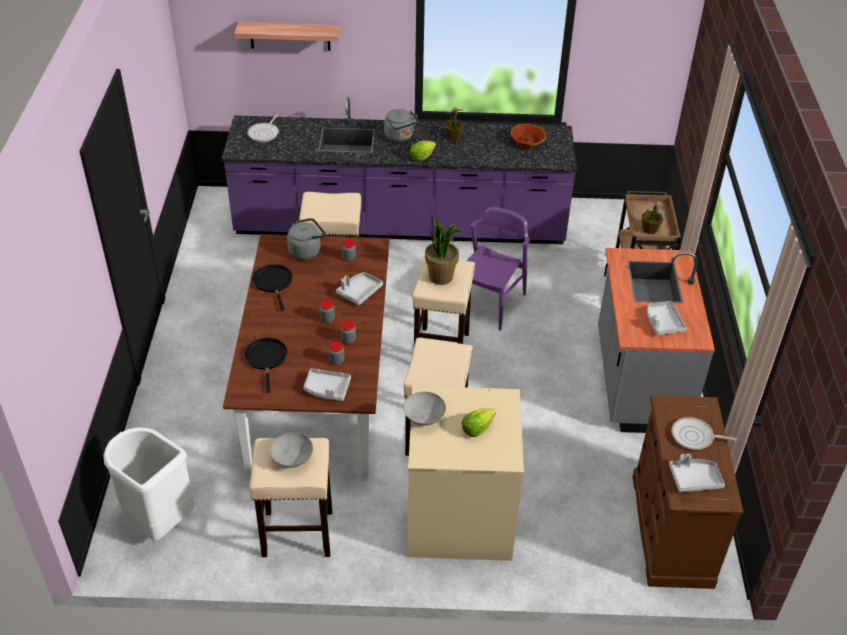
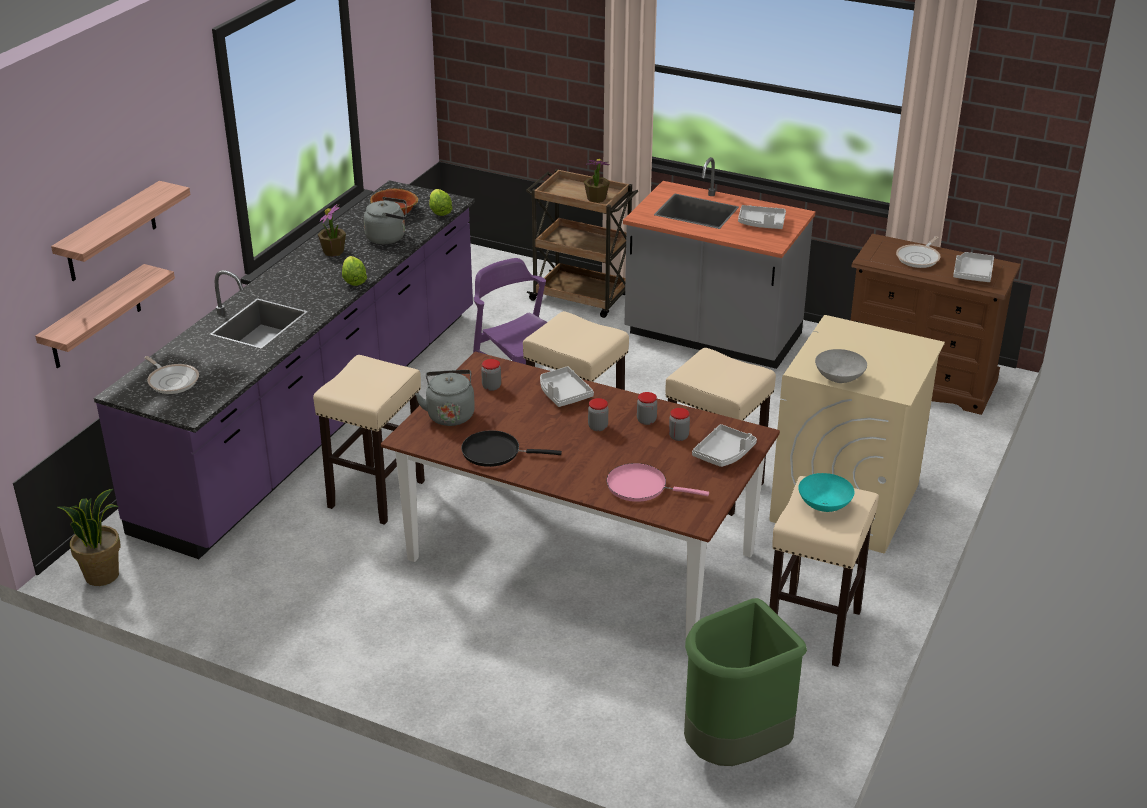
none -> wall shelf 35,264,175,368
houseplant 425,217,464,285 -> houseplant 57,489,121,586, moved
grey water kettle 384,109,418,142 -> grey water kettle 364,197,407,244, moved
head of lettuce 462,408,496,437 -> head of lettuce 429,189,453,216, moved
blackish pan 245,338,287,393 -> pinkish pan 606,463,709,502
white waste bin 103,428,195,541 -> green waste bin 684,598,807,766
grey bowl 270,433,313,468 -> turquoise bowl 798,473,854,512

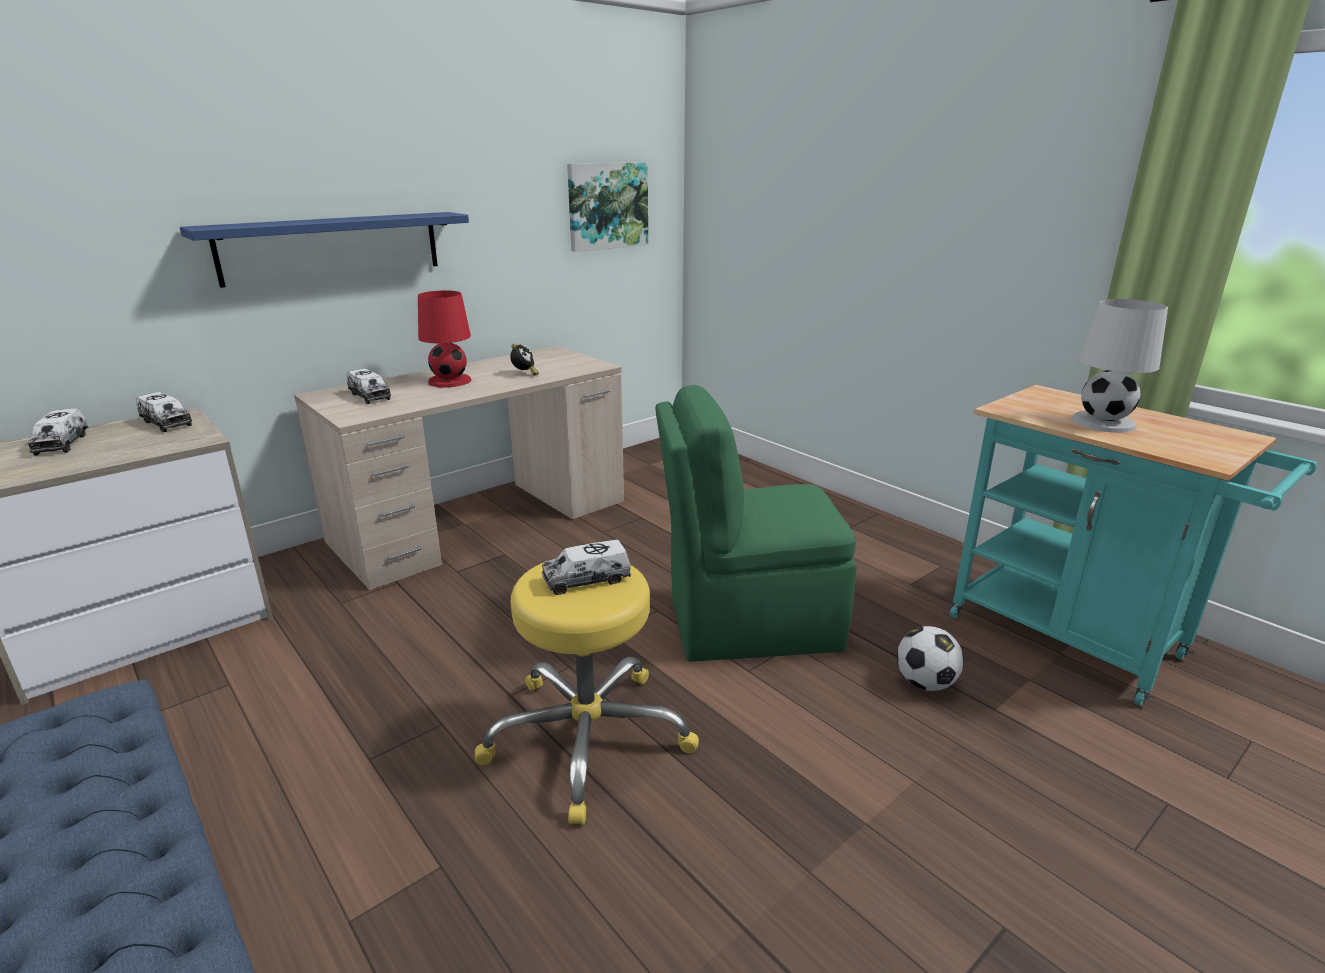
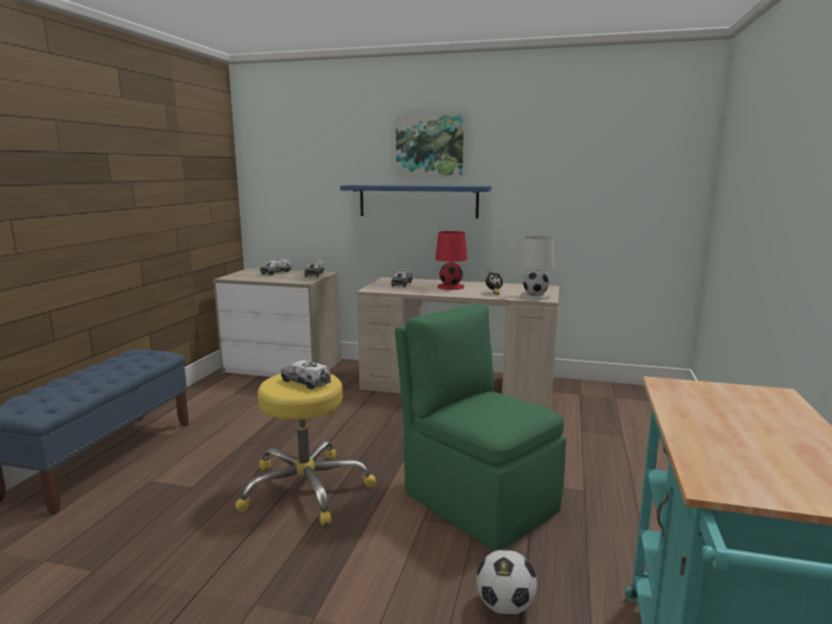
picture 567,162,648,252 -> picture 396,115,464,176, moved
white lamp for a table 1071,299,1168,433 -> white lamp for a table 519,236,555,300, moved

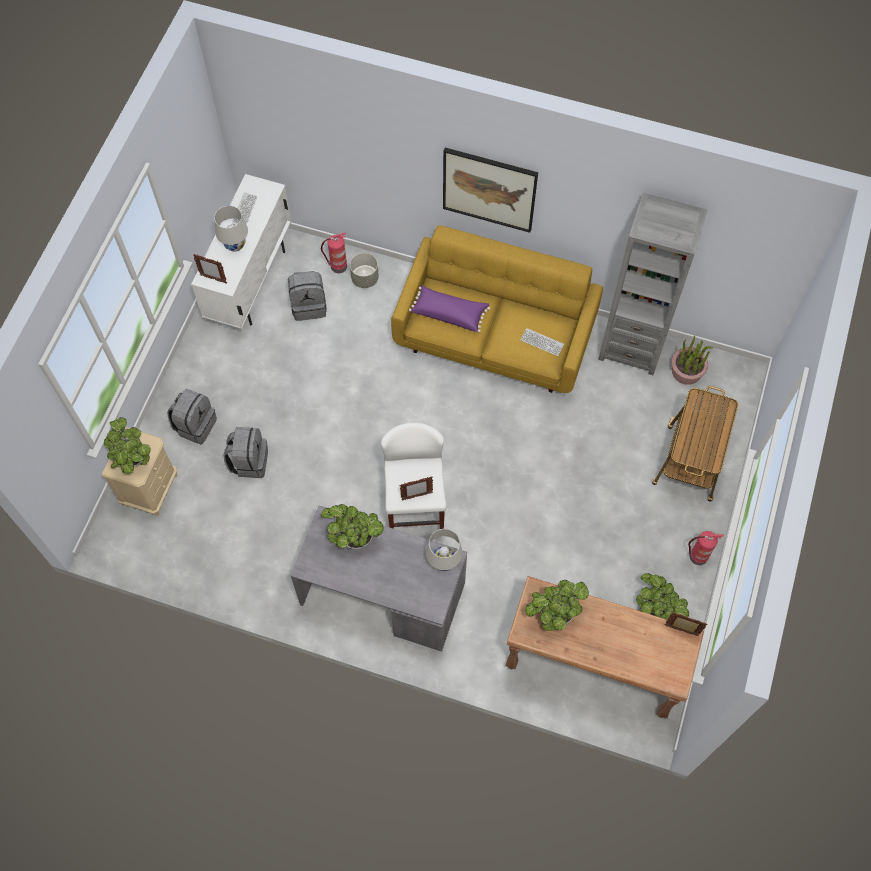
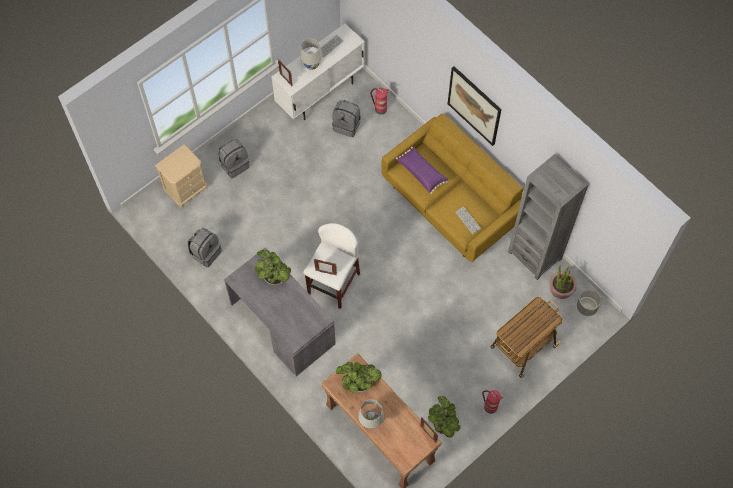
grey rucksack 224,427,268,478 -> grey rucksack 188,228,222,267, moved
white lamp for a table 426,529,462,571 -> white lamp for a table 358,399,384,429, moved
grey flower pot 350,253,379,288 -> grey flower pot 577,290,601,316, moved
houseplant 104,417,150,474 -> none

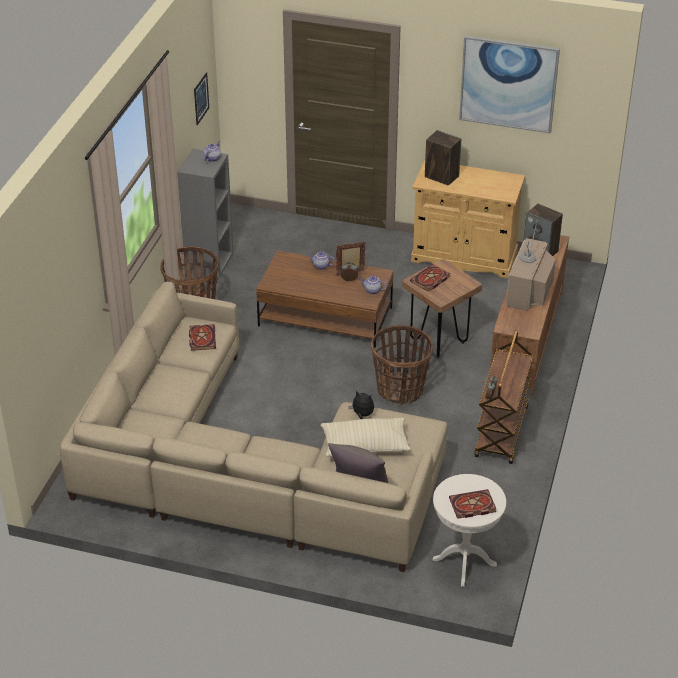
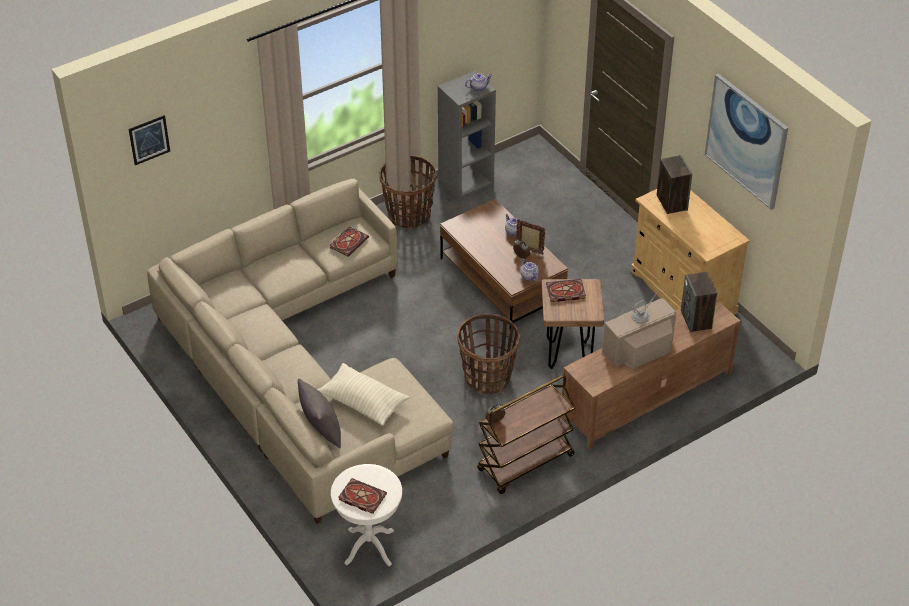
picture 194,72,209,125 -> picture 129,115,170,165, moved
plush toy 349,390,374,419 -> none

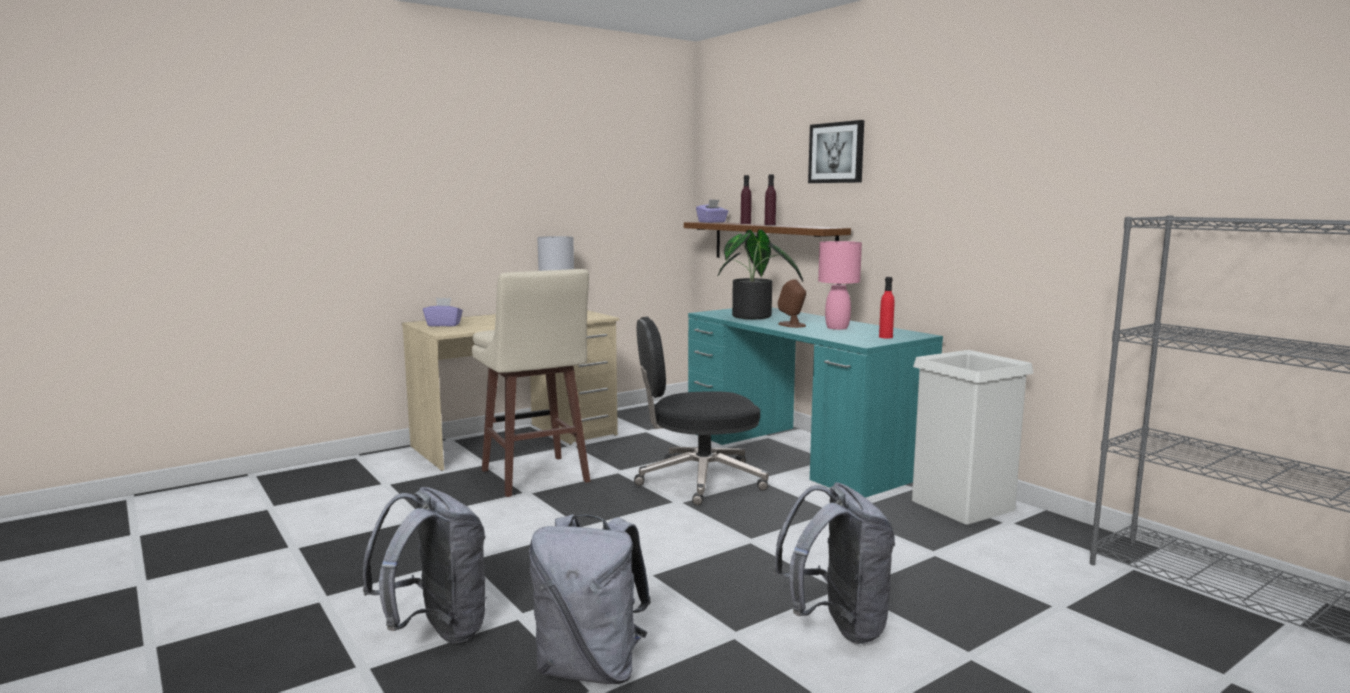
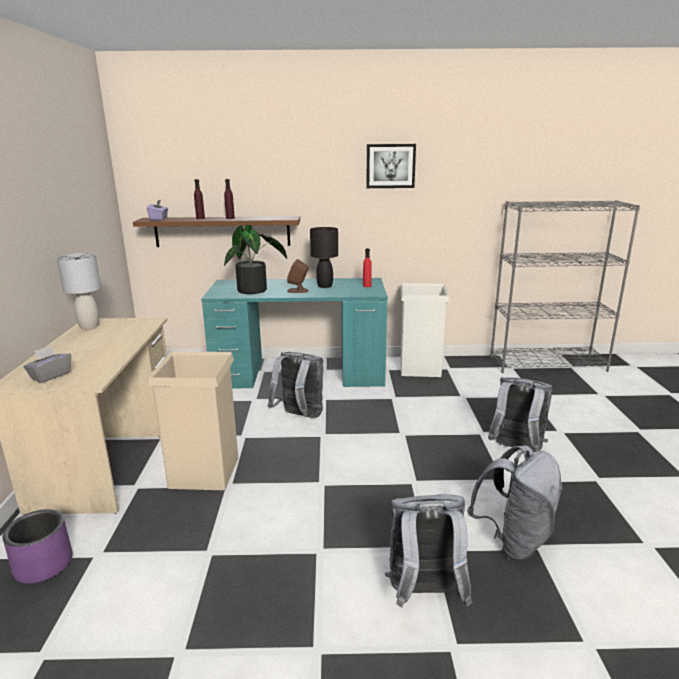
none -> purple flower pot 2,509,72,584
purple tissue box 423,298,463,327 -> grey tissue box 24,346,71,383
beige stool 472,269,591,497 -> beige waste bin 147,351,238,490
blackish computer chair 634,317,769,506 -> grey rucksack 268,352,323,418
pinkish lamp for a table 818,241,862,330 -> blackish lamp for a table 310,227,338,288
picture 808,120,864,183 -> picture 366,144,416,188, moved

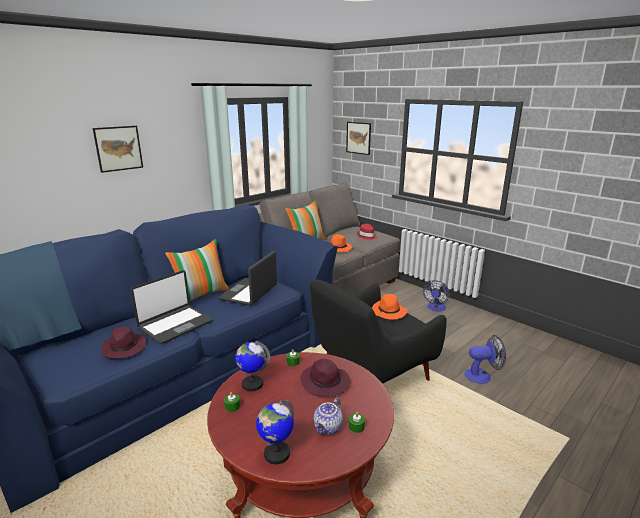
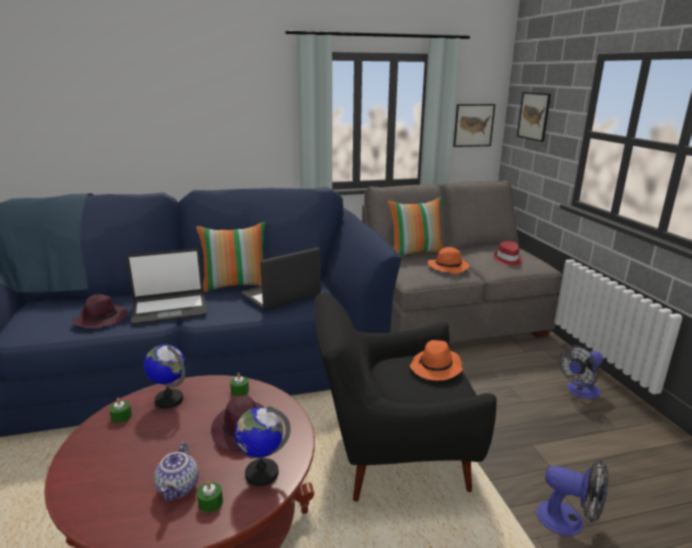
tea pot 314,397,343,435 -> tea pot 154,442,199,501, 60 degrees counterclockwise
desk globe 256,400,294,465 -> desk globe 235,406,291,486, moved
picture 93,126,143,173 -> picture 453,104,495,147, moved

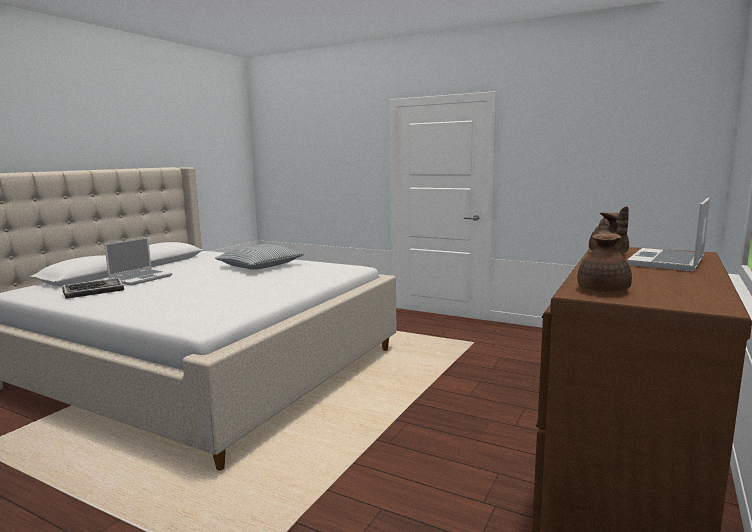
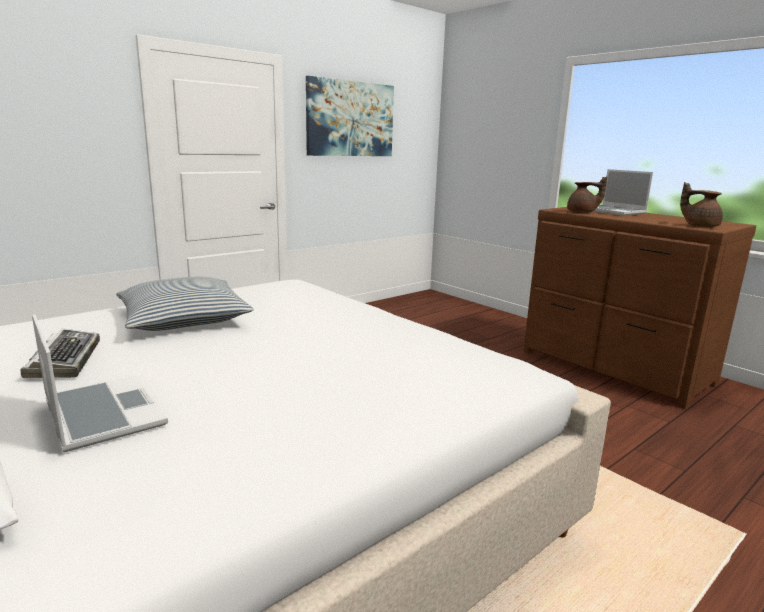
PC keyboard 62,278,124,299 -> PC keyboard 20,328,100,378, moved
none -> picture 306,76,394,156

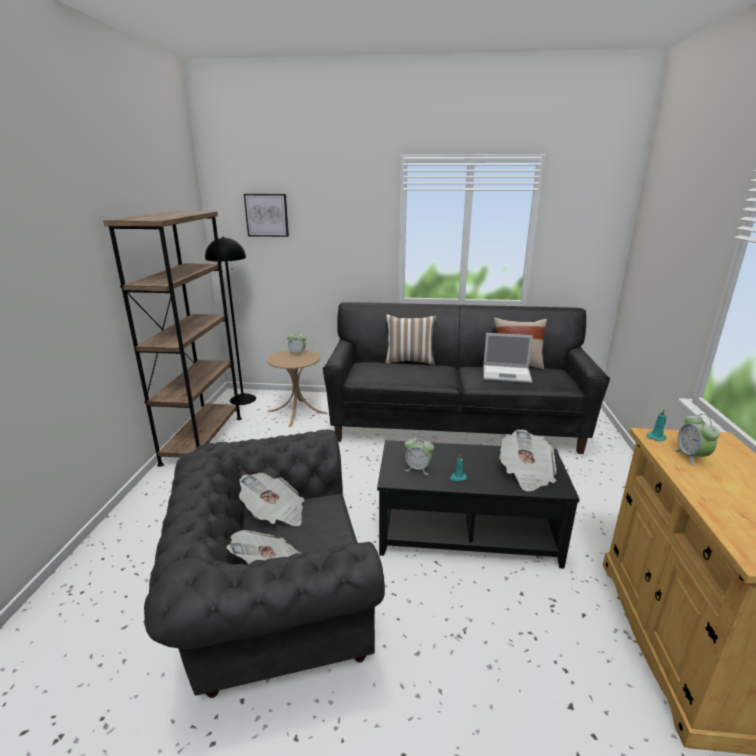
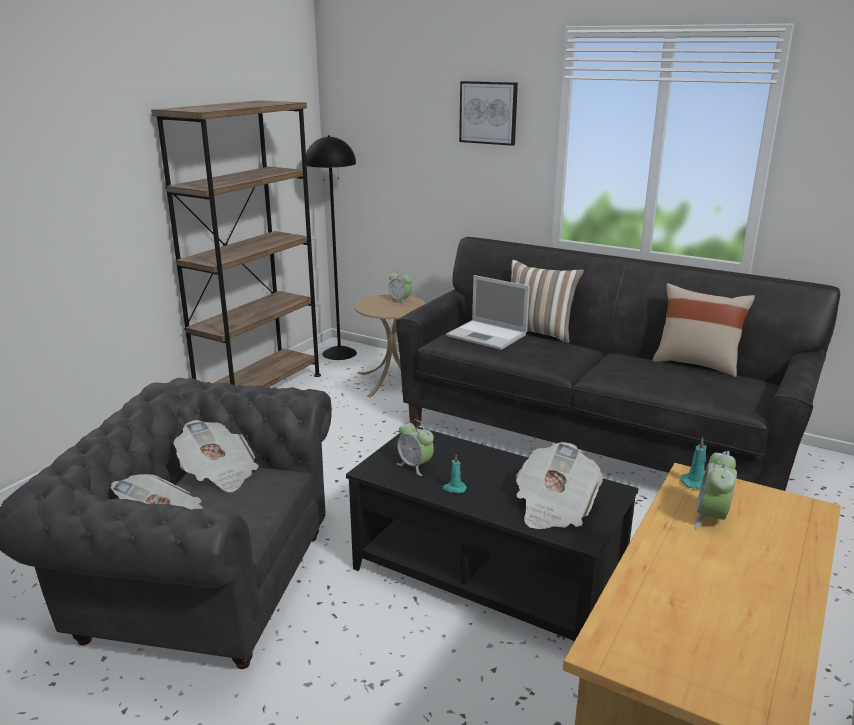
notebook computer 483,333,533,383 -> notebook computer 446,275,530,350, moved
picture 244,194,289,237 -> picture 459,81,518,146, moved

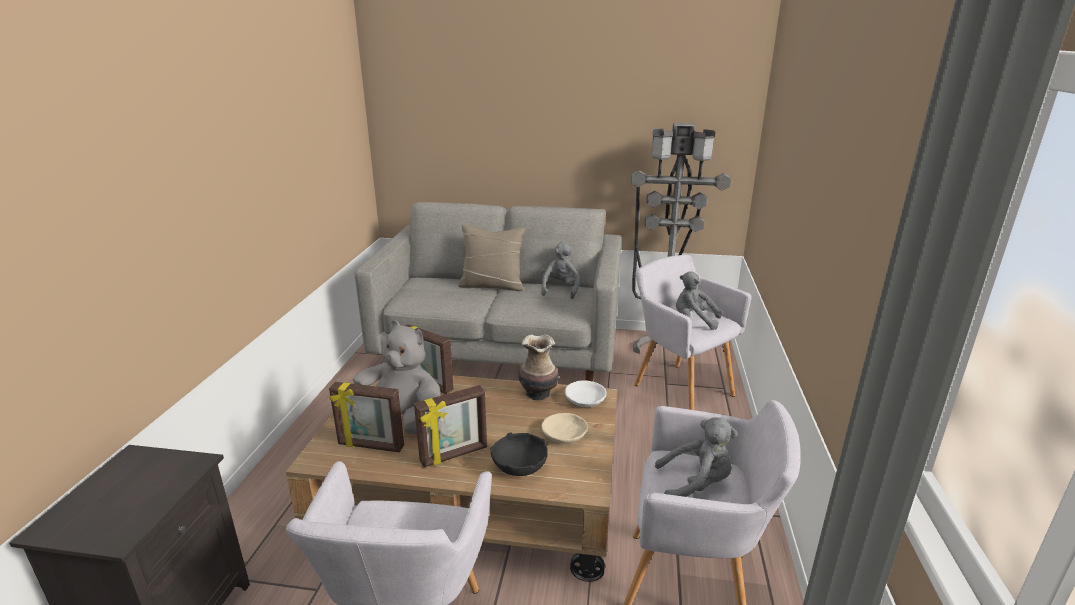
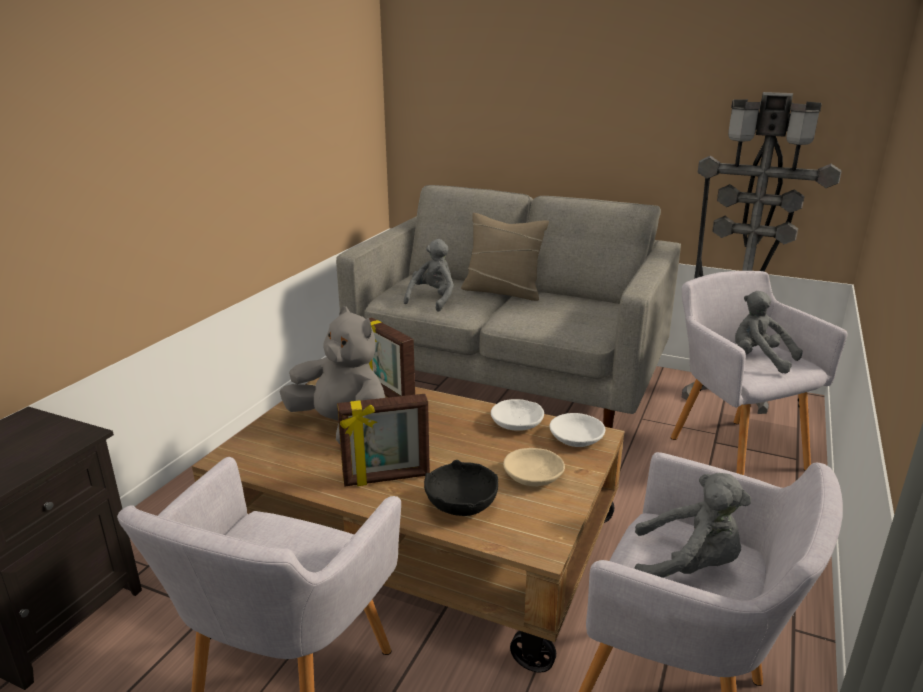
grey plush toy 540,242,580,299 -> grey plush toy 404,239,454,312, moved
vase 518,334,559,401 -> white bowl 491,399,544,431
picture frame 329,382,404,452 -> none

